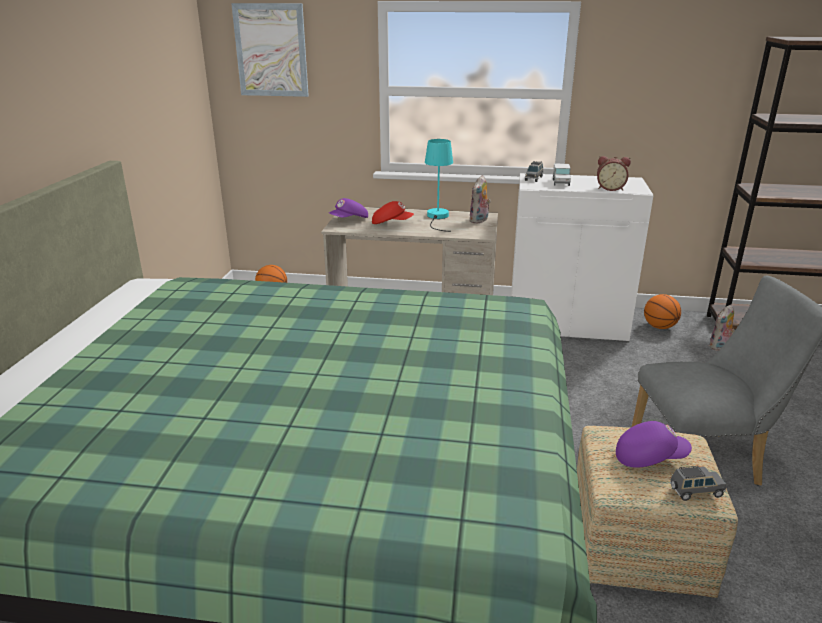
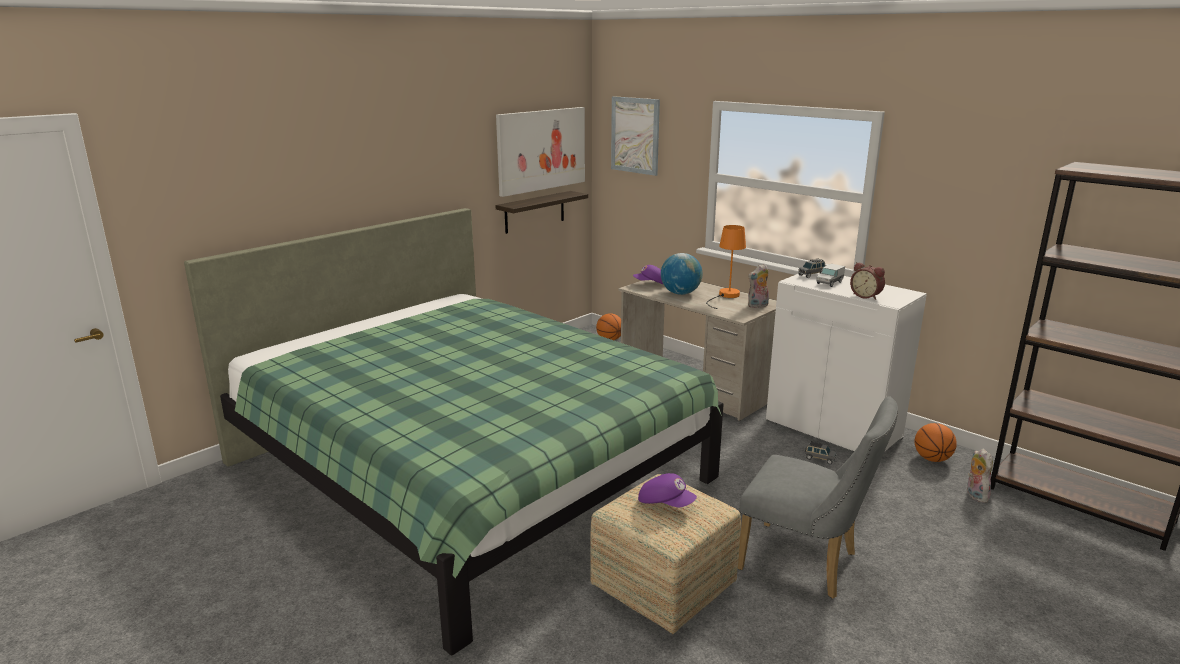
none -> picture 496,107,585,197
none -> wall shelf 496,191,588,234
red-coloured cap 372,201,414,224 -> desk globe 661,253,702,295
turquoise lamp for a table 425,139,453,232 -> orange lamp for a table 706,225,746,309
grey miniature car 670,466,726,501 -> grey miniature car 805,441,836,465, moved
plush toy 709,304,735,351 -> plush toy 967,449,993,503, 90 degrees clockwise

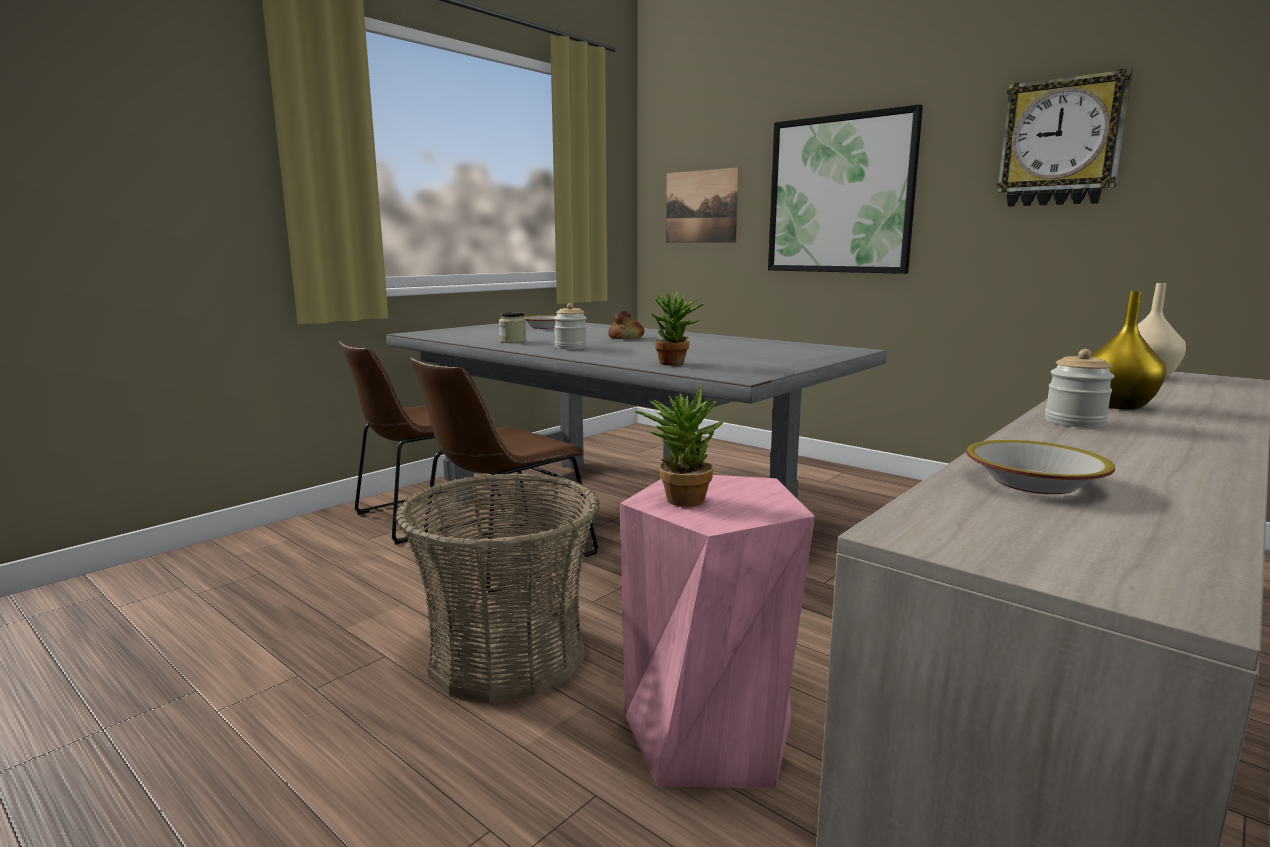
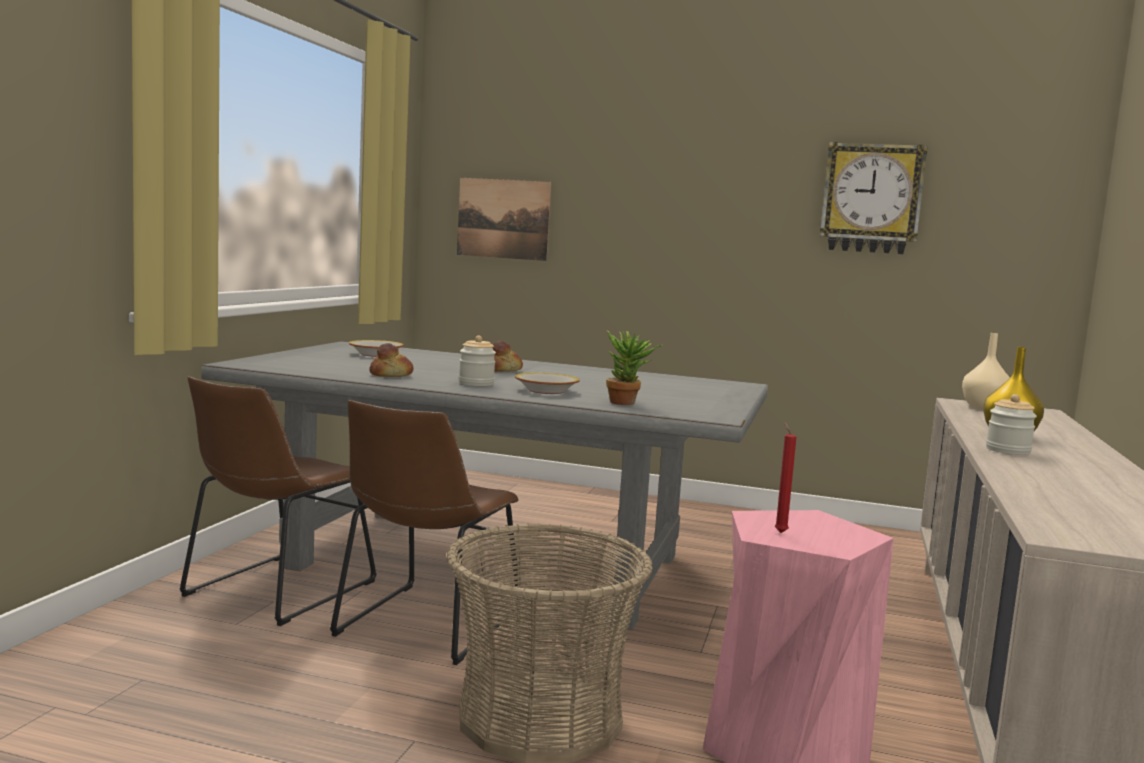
storage jar 499,312,526,343 -> bakery bread 369,343,414,377
bowl 966,440,1115,494 -> bowl 515,373,580,394, moved
houseplant 635,384,724,507 -> red-coloured wax light 774,422,797,533
picture 768,104,923,274 -> none

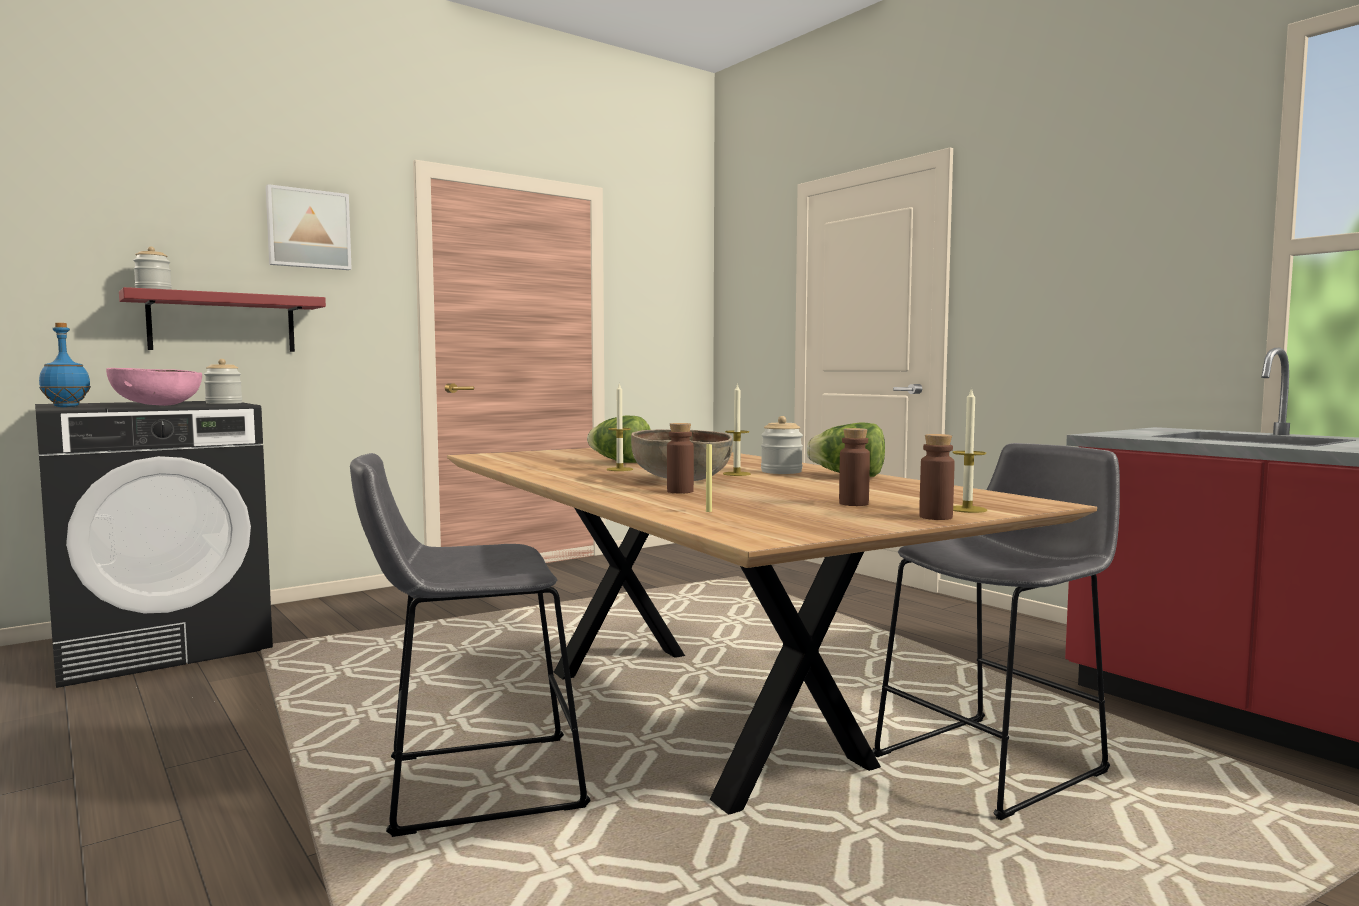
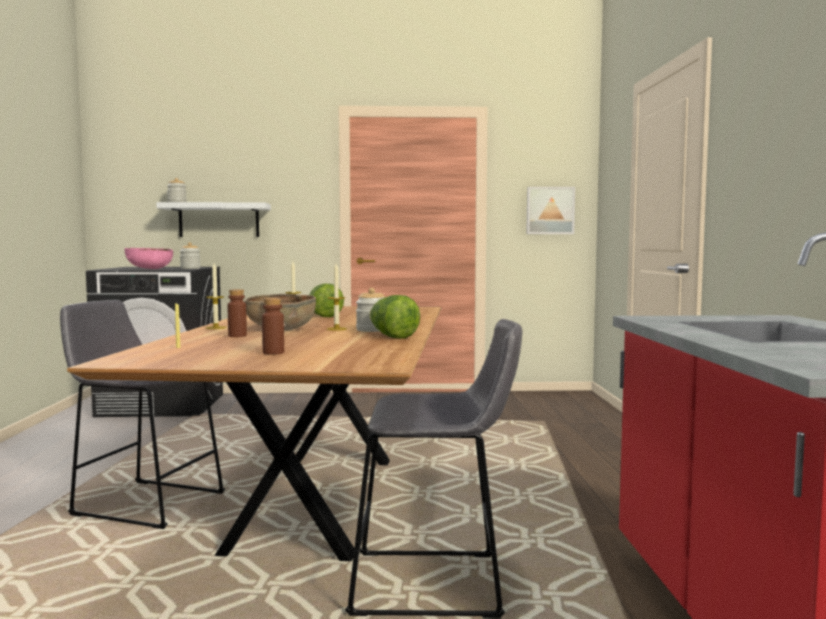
red-coloured wall shelf 119,287,326,352 -> white wall shelf 157,202,271,237
wax light 952,387,987,513 -> wax light 206,263,227,329, moved
picture 266,184,352,270 -> picture 526,187,575,234, moved
bluish beverage bottle 39,323,91,407 -> none
brownish beverage bottle 919,434,955,520 -> none

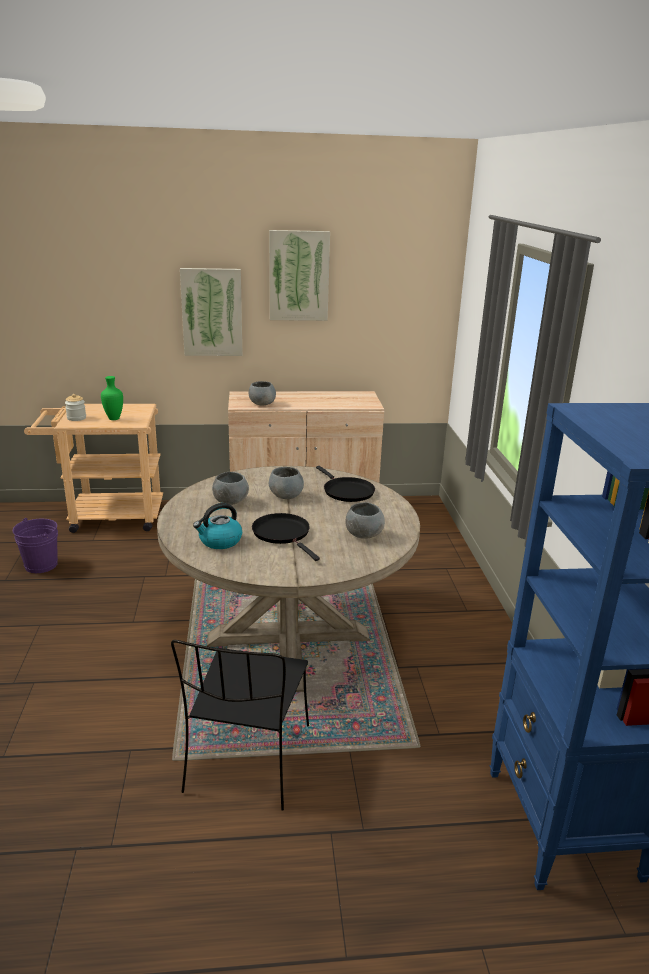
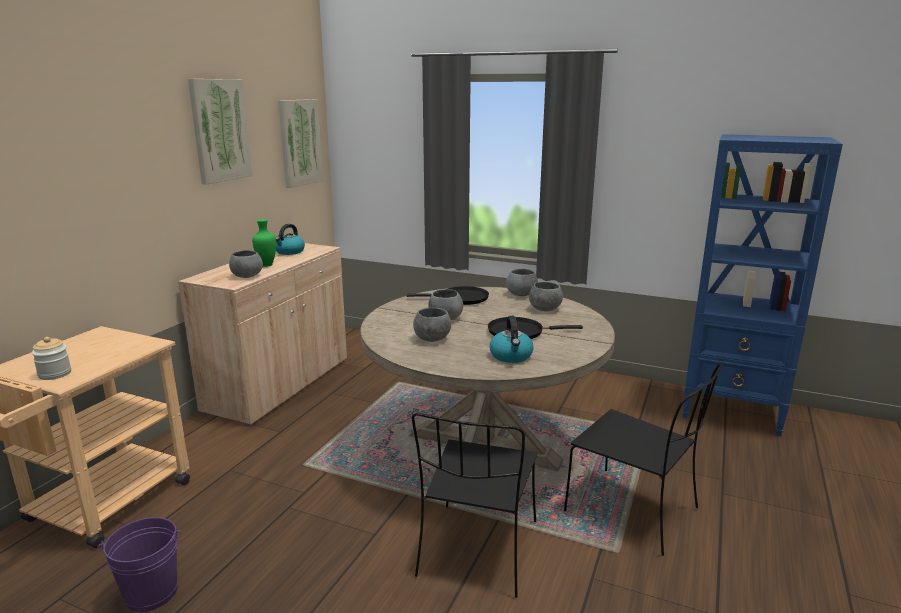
green vase 101,376,123,420 -> green vase 252,219,276,267, moved
none -> water kettle 276,224,305,255
picture 180,268,243,356 -> picture 278,99,323,188, moved
none -> blackish plain chair 412,413,537,598
none -> grey bowl 506,269,538,296

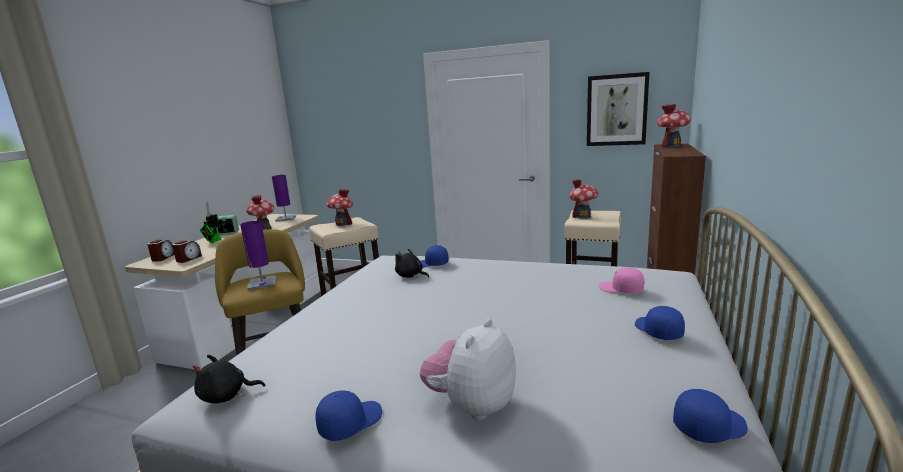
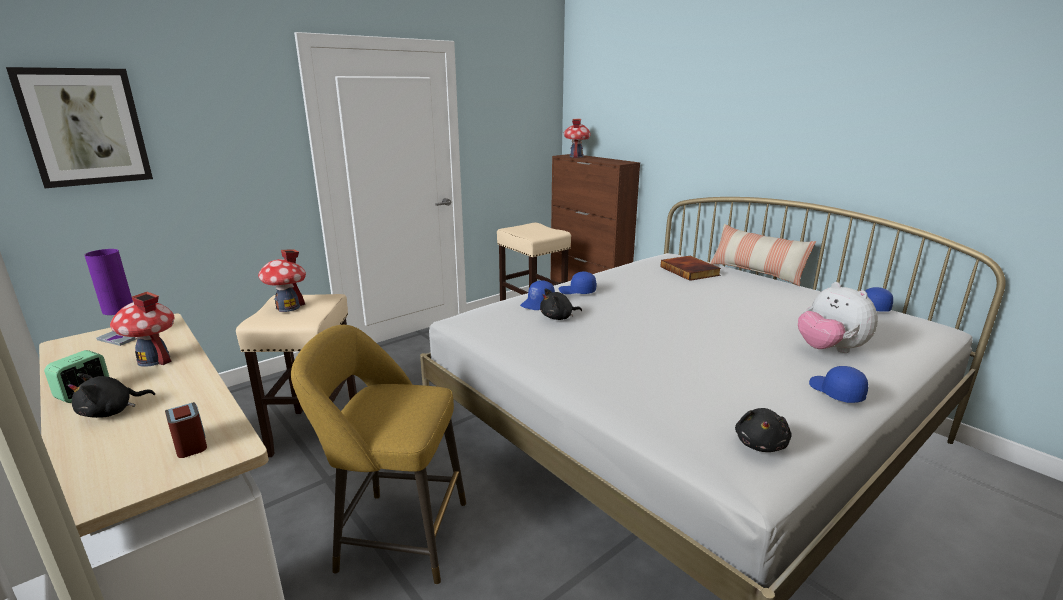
picture 587,72,650,146 -> picture 6,67,153,188, moved
model robot 200,202,221,243 -> blackish plush toy 68,373,155,418
bluish cap 635,306,685,340 -> bluish cap 559,271,596,294, moved
pinkish cap 599,267,644,294 -> book 660,256,721,281
none -> throw pillow 710,224,816,286
table clock 147,240,174,262 -> none
purple lamp for a table 240,221,277,290 -> none
model house 569,179,598,219 -> none

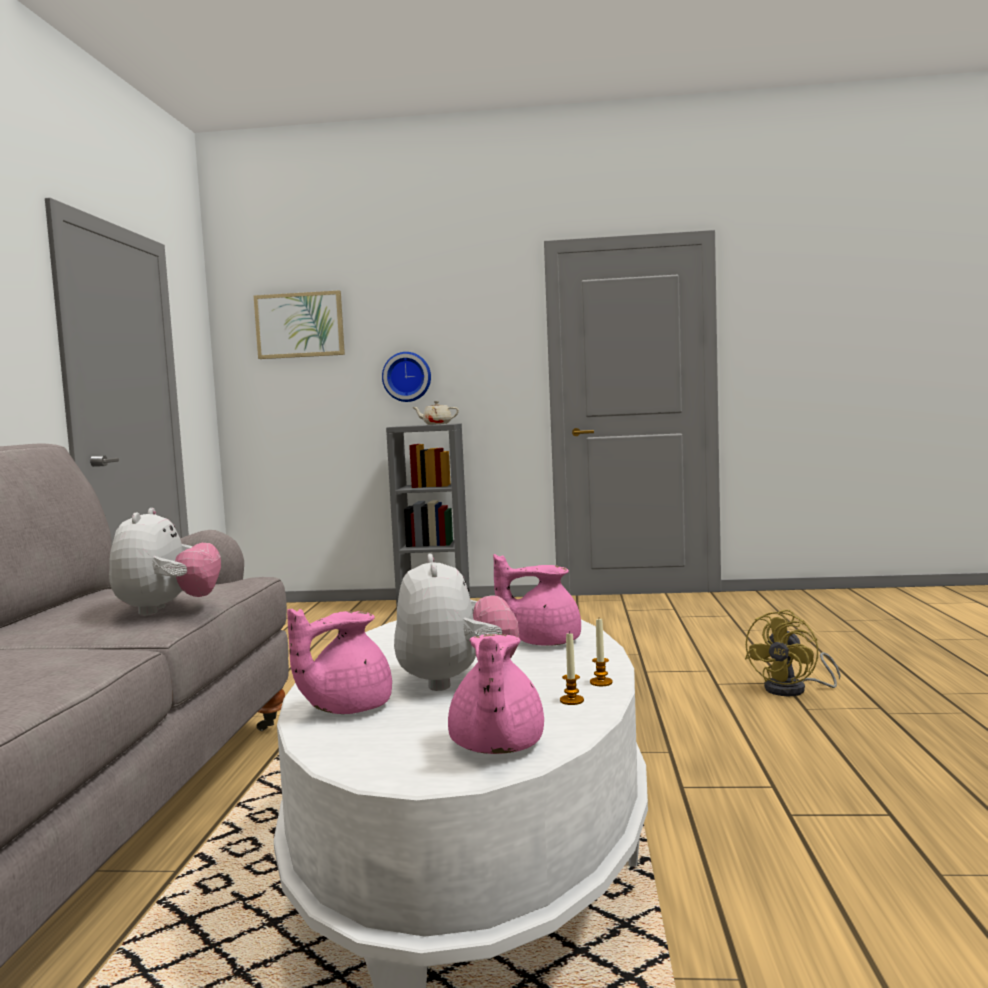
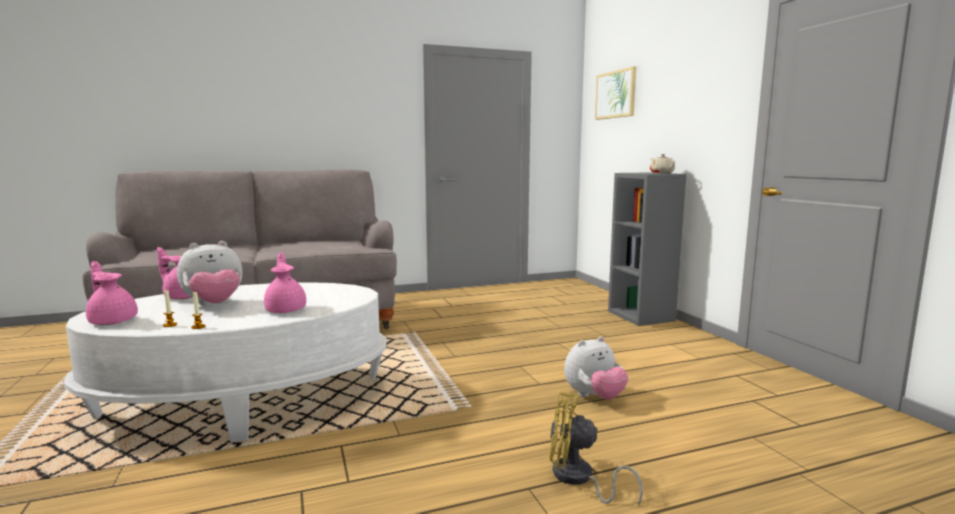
pinkish tea pot 448,634,544,754 -> pinkish tea pot 86,261,138,325, 60 degrees clockwise
plush toy 109,508,221,616 -> plush toy 564,336,628,400, moved
wall clock 382,352,431,402 -> none

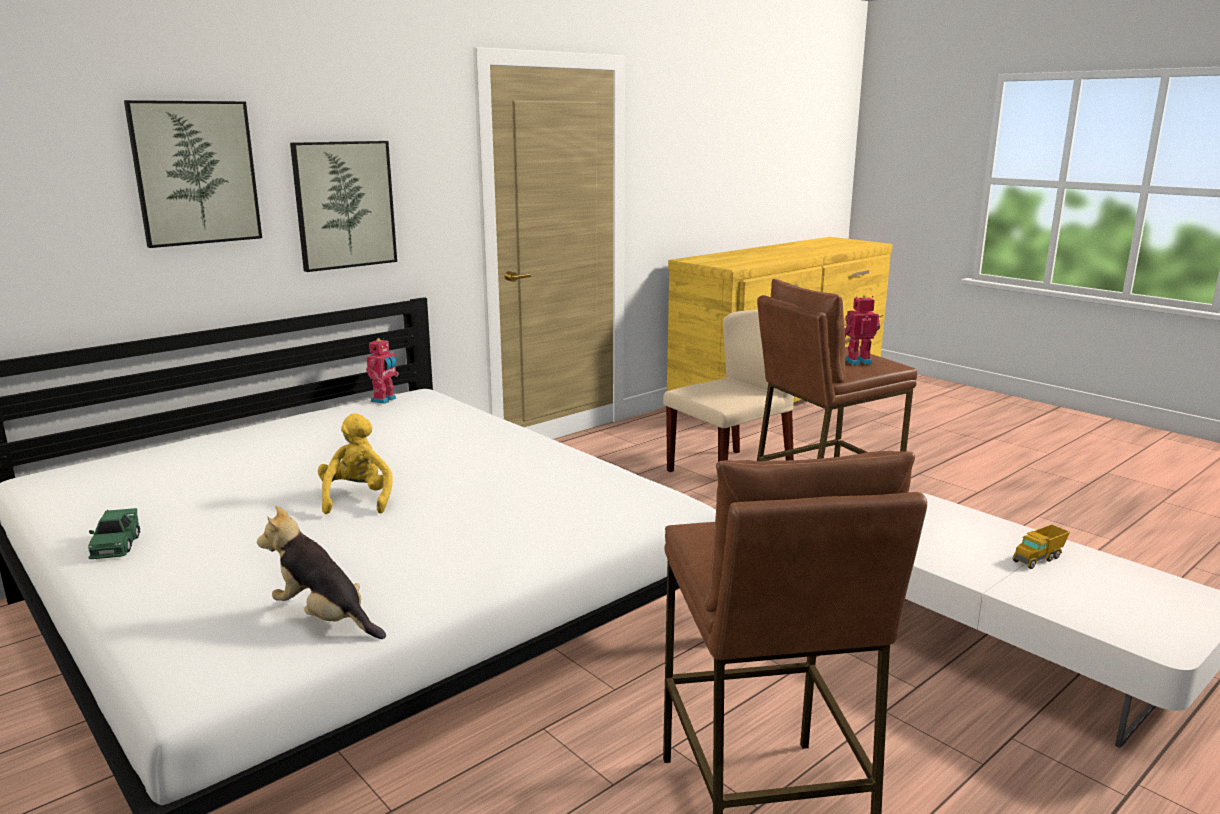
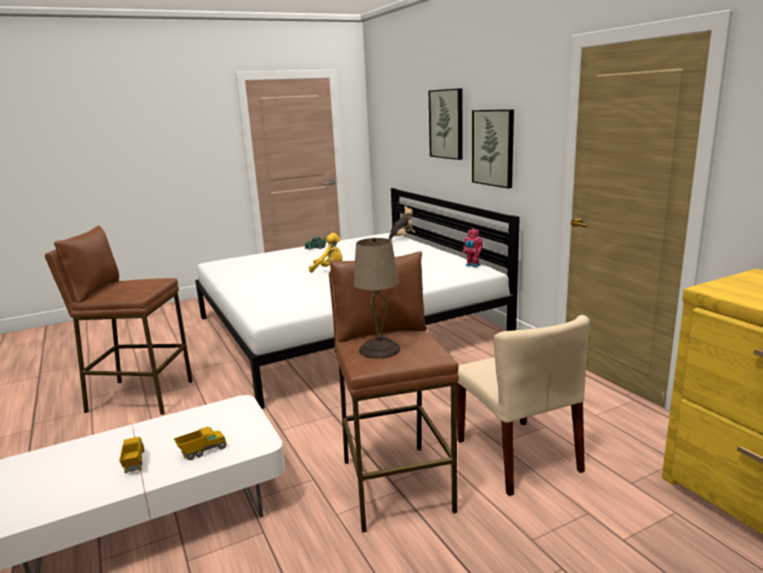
none -> toy truck 174,427,227,460
model robot 845,295,880,365 -> beige lamp for a table 353,238,400,359
plush toy 257,506,386,639 -> plush toy 389,205,416,240, moved

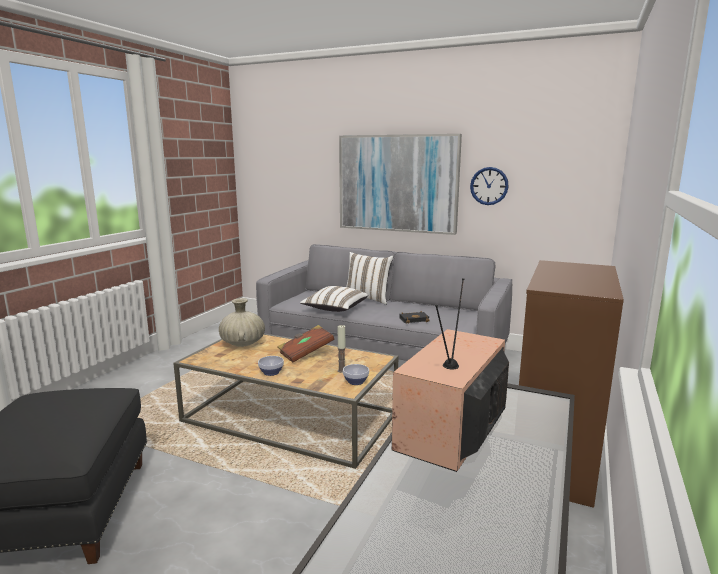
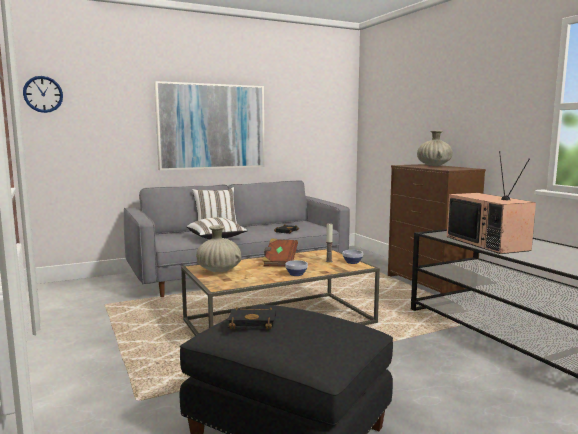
wall clock 470,167,509,205 -> wall clock 23,76,63,113, moved
none -> blackish book 228,307,276,329
none -> beige vase 417,131,453,166

